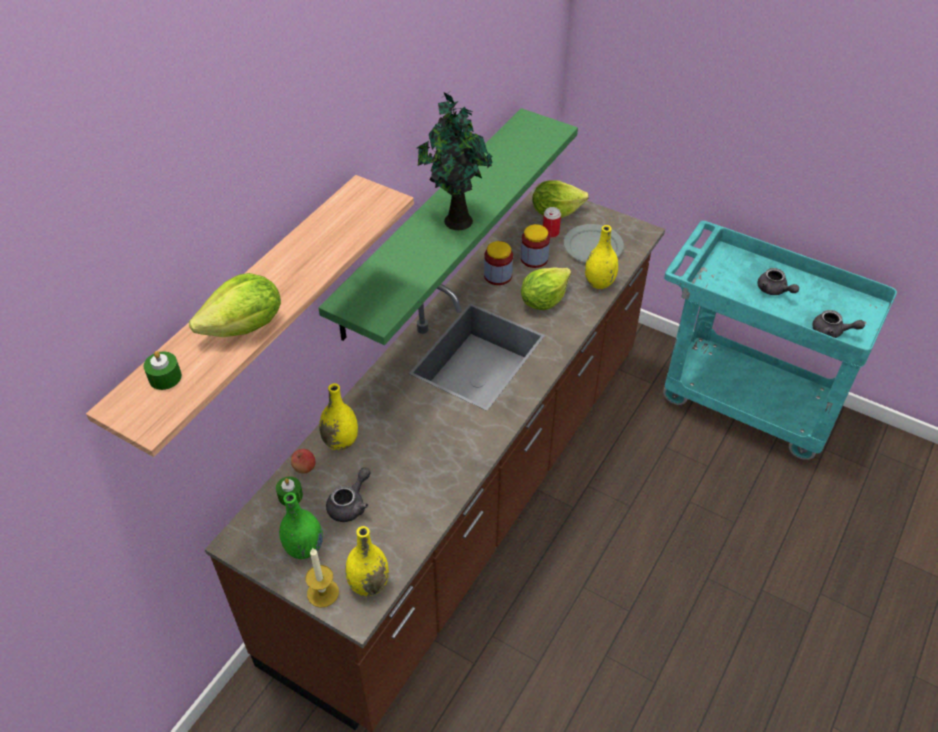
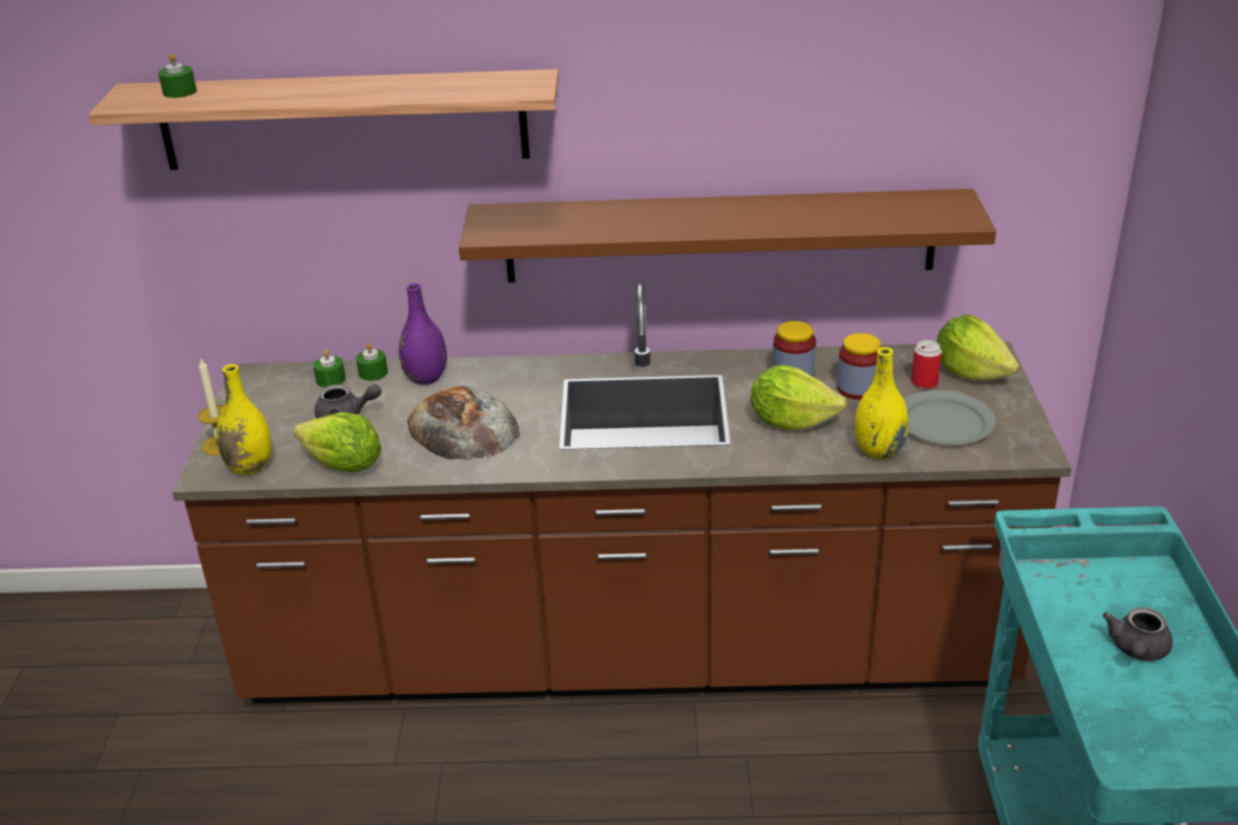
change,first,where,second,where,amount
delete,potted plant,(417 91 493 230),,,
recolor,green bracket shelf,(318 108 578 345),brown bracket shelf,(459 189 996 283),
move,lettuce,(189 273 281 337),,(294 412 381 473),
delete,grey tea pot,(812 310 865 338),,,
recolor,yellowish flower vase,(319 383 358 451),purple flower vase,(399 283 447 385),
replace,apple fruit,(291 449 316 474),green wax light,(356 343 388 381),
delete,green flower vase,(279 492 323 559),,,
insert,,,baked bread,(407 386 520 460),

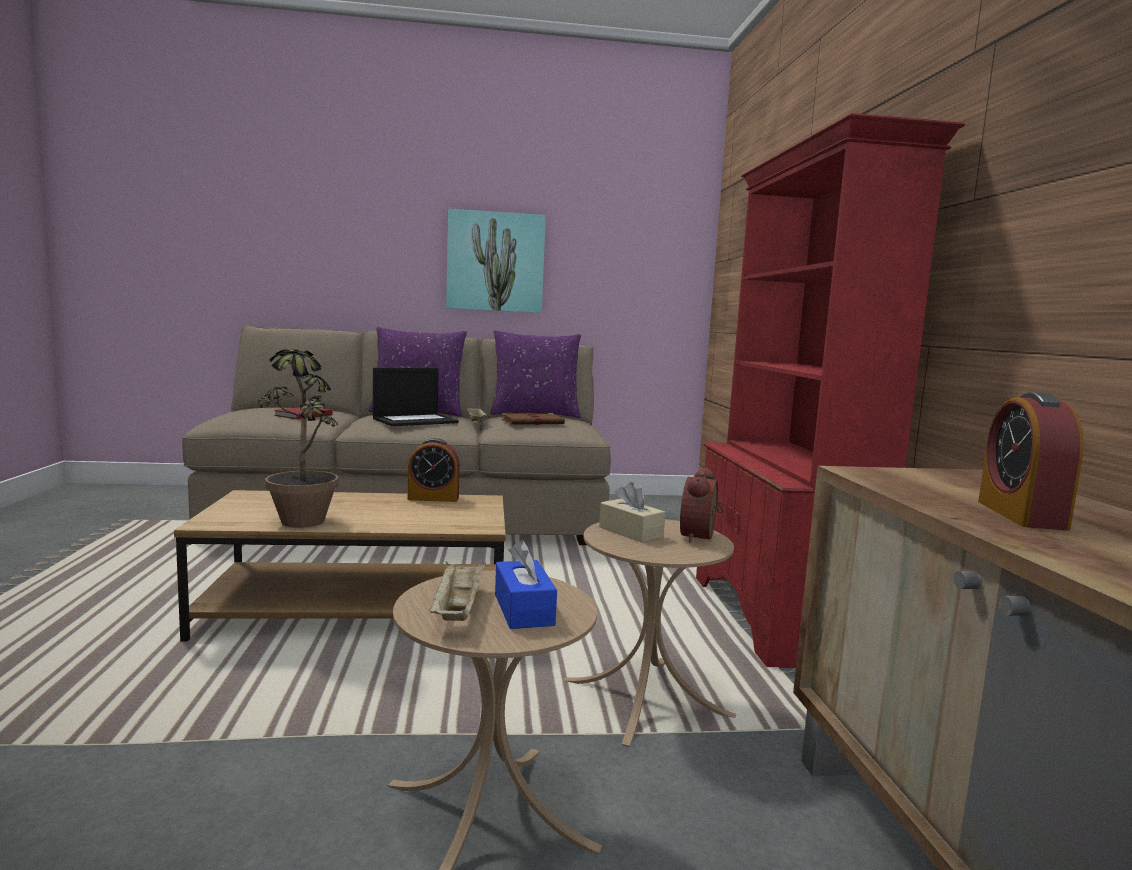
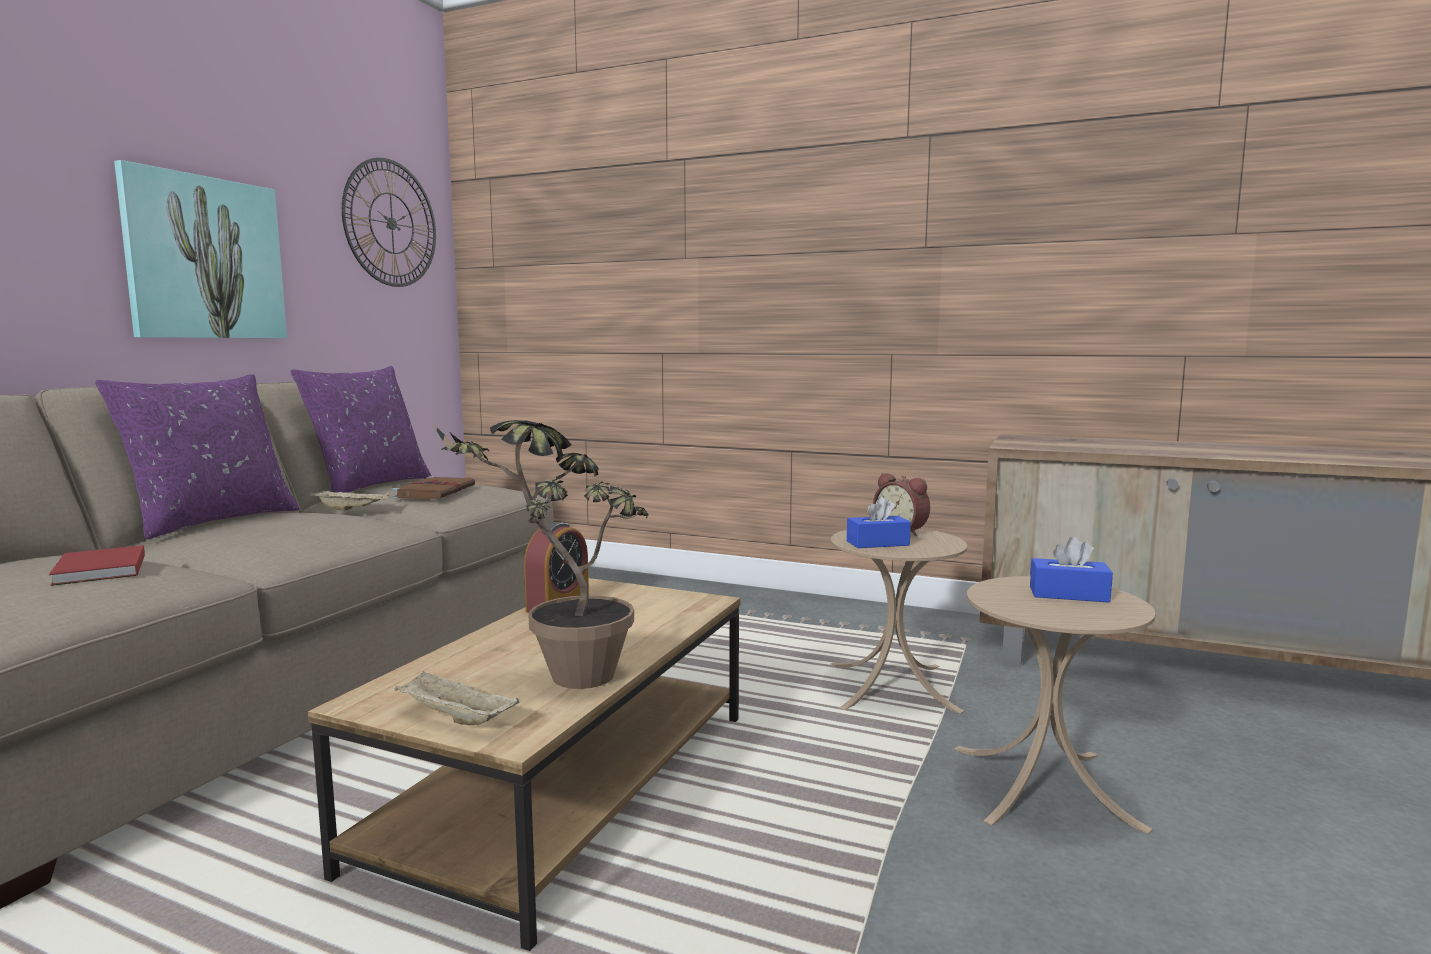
change,first,where,second,where,amount
delete,reddish bookshelf,(696 113 966 668),,,
delete,portable computer,(373 368 459 426),,,
delete,alarm clock,(978 392 1084 531),,,
recolor,beige-coloured tissue holder,(599 482 665 543),bluish tissue holder,(847 497 911 548),
move,beige-coloured carrying tray,(429 561 486 621),,(394 670 520 725),
insert,,,clock on the wall,(342 158 436 287),

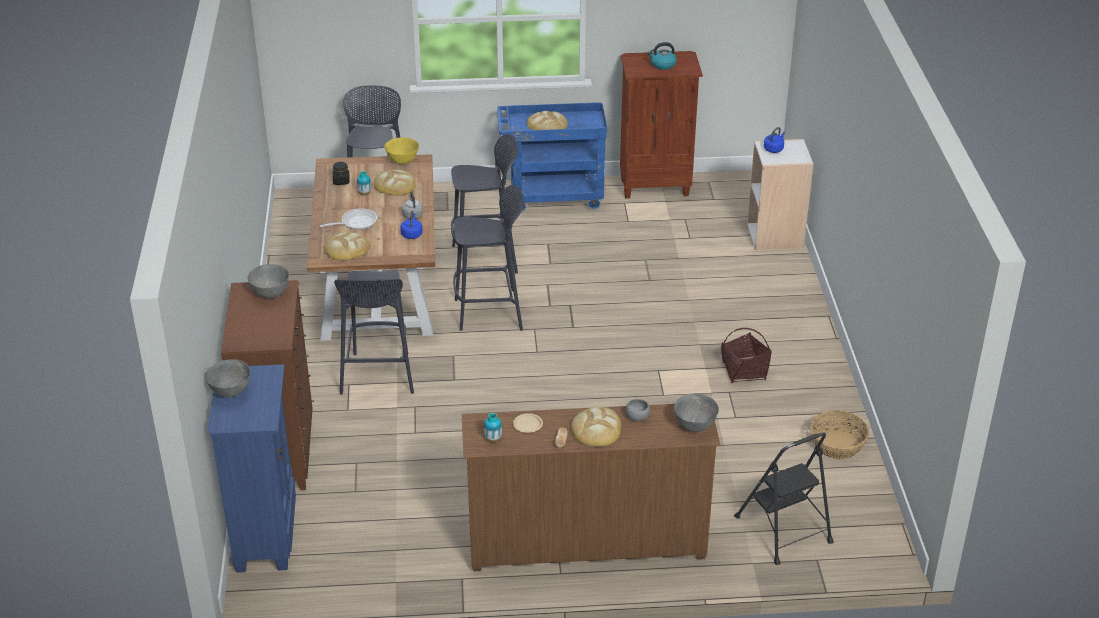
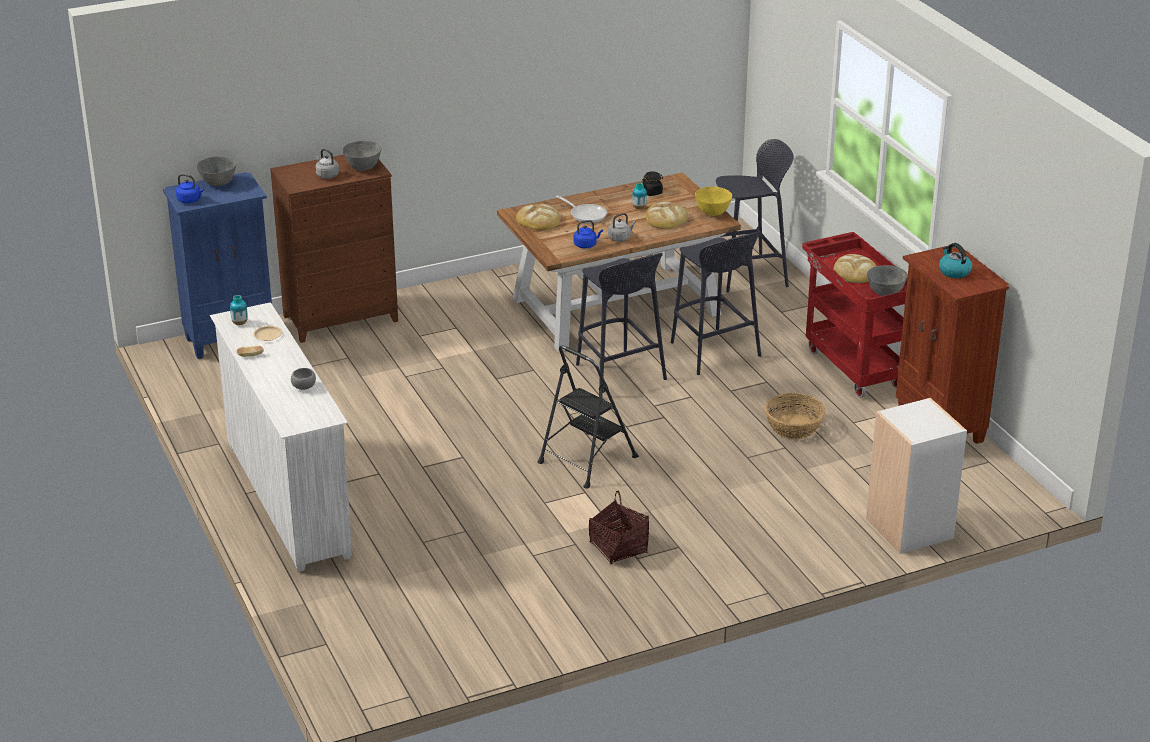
change,first,where,second,where,amount
recolor,bluish trolley,(497 102 607 212),reddish trolley,(802 232 907 398),
move,bluish water kettle,(764 127 785 153),,(176 174 204 203),
delete,grey sitting stool,(334 270 414 395),,,
move,grey bowl,(674 393 719 432),,(867 265 908 296),
recolor,brown drawer chest,(462 404 721 571),white drawer chest,(210 302 352 572),
delete,baked bread,(571 407 621 447),,,
move,household basket,(810 411 869 459),,(765 393 825 439),
move,blackish step ladder,(734 432 834 565),,(537 345 639 489),
insert,,,grey water kettle,(315 149 339 179),

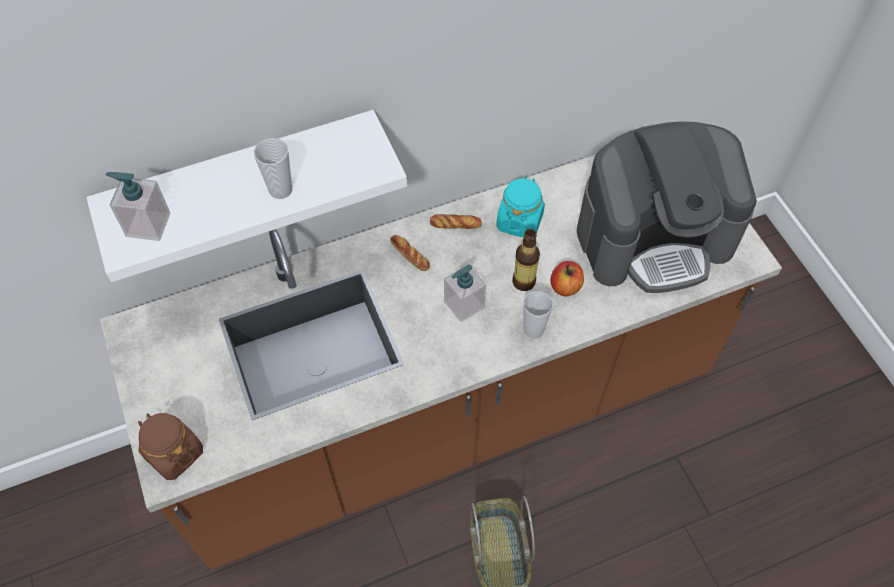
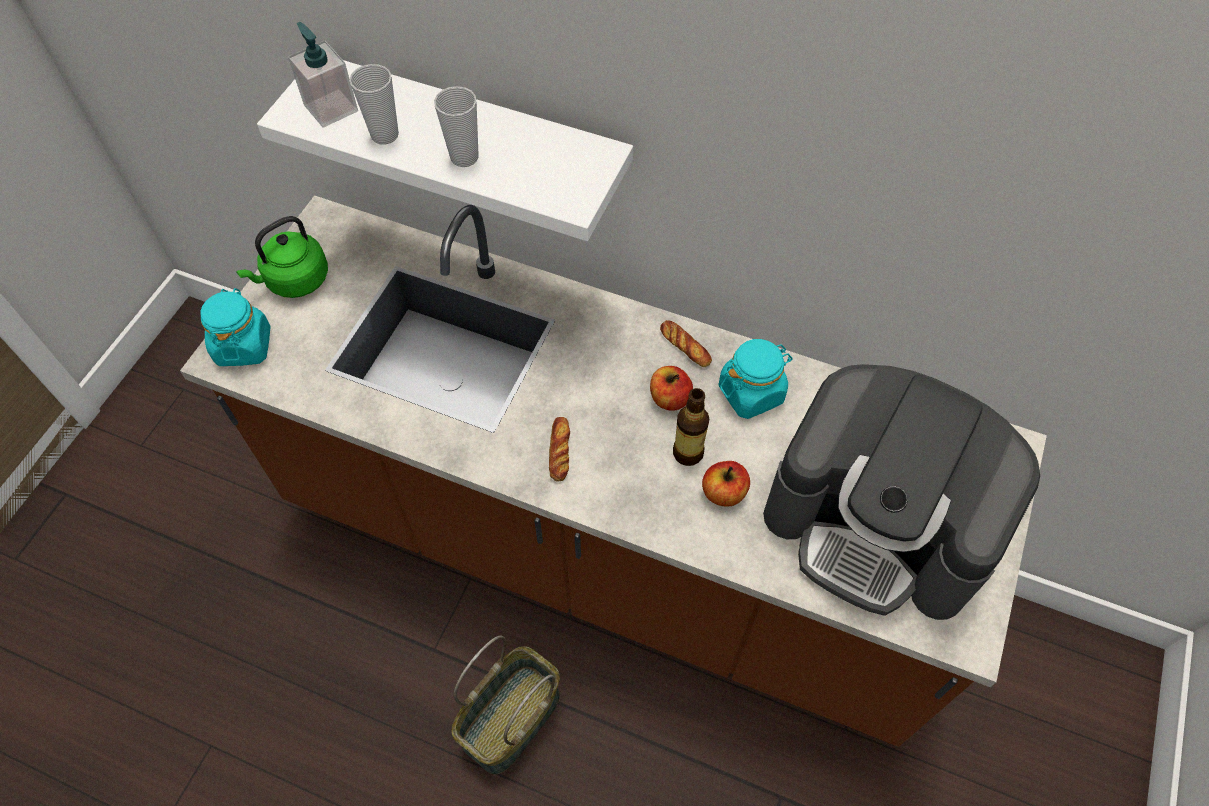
change,first,where,second,where,amount
move,baked bread,(390 235 430 271),,(549 417 570 482),
delete,soap bottle,(444 264 486 322),,,
move,small cup,(523 291 553 339),,(349 64 399 145),
recolor,brown jar,(138 413 203 480),turquoise-coloured jar,(200 288 271 366),
insert,,,green water kettle,(236 216 328 298),
insert,,,apple fruit,(650 366 693 411),

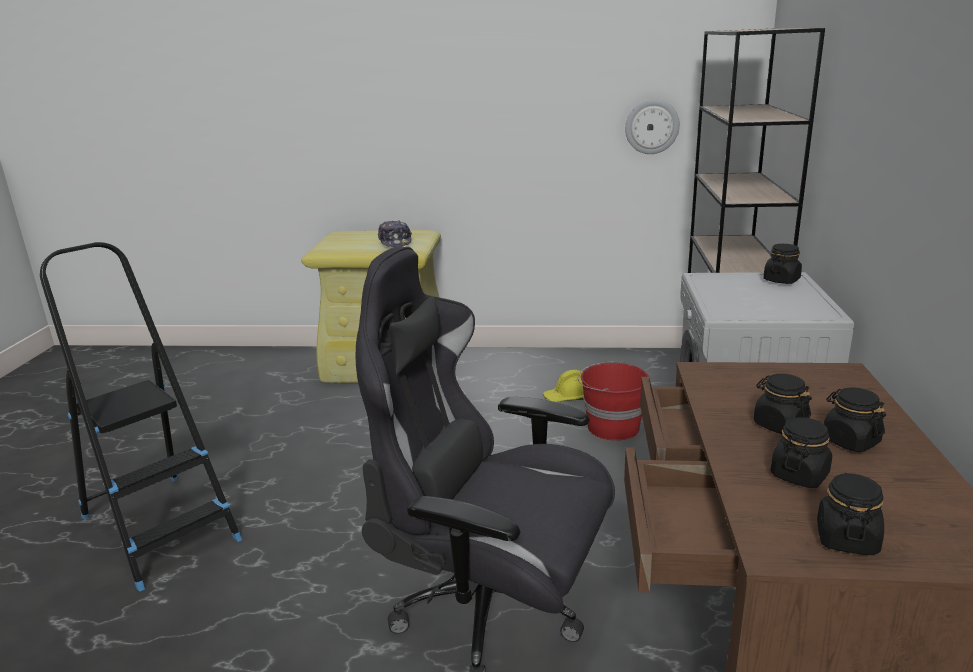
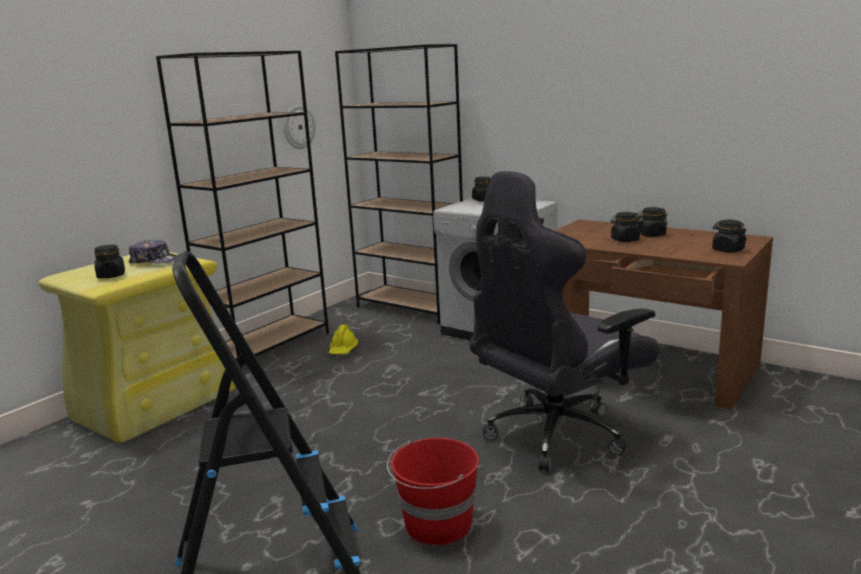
change,first,where,second,where,amount
move,reddish bucket,(578 361 649 441),,(387 438 479 545),
move,blackish jar,(770 417 832 488),,(94 244 125 278),
insert,,,beige-coloured bookshelf,(156 51 329 369),

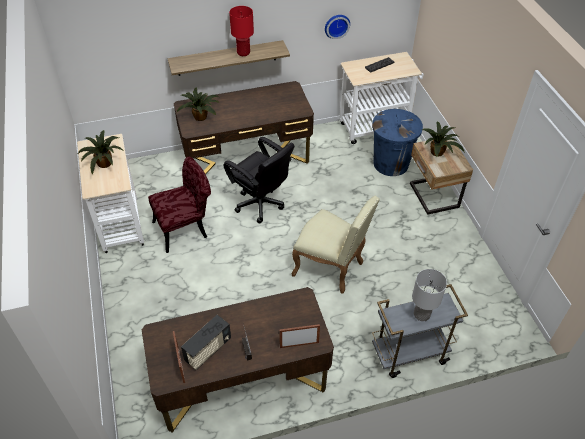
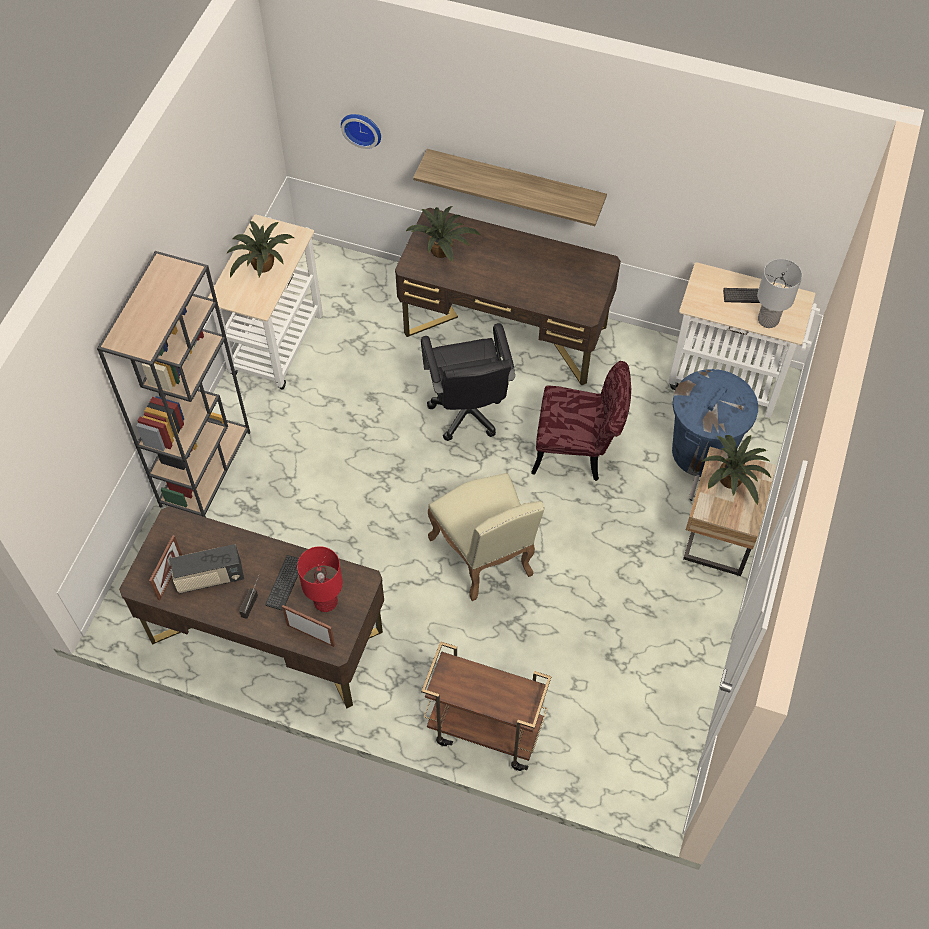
change,first,where,second,where,amount
move,reddish table lamp,(229 6 254 56),,(297 546 343 612),
move,clock on the wall,(325 15 350 39),,(341 114 381 149),
move,reddish upright chair,(148 157 211 253),,(531 361 631 481),
move,grey table lamp,(412 269 447 321),,(757 259 802 328),
recolor,grey trolley,(372 284 468 378),brown trolley,(421 641 552 771),
insert,,,bookshelf,(97 251 250 517),
insert,,,keyboard,(265 555 299 611),

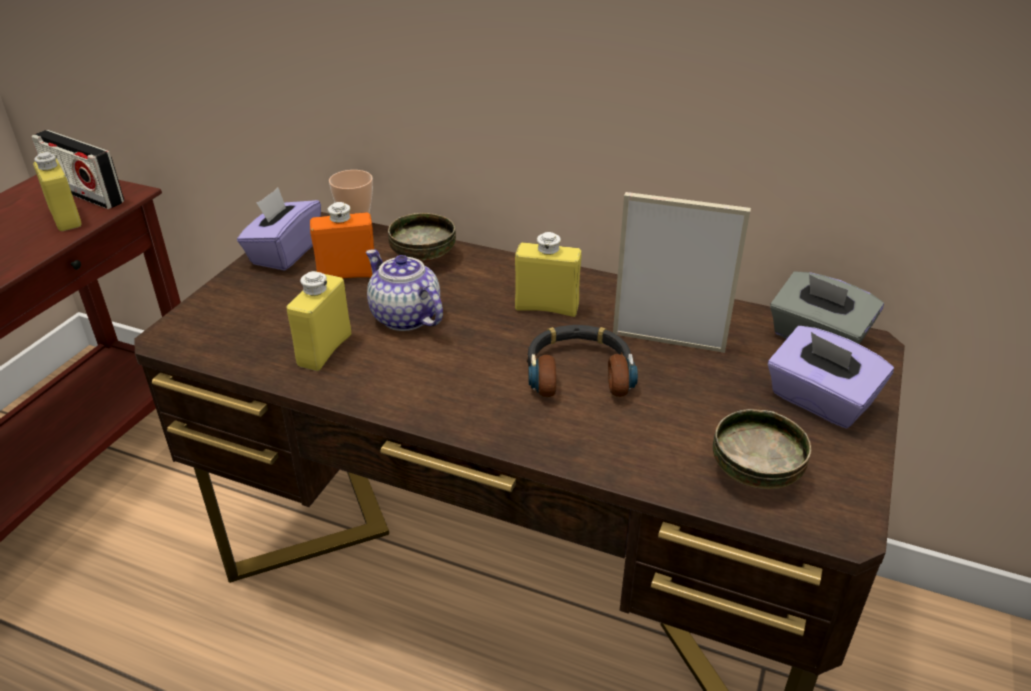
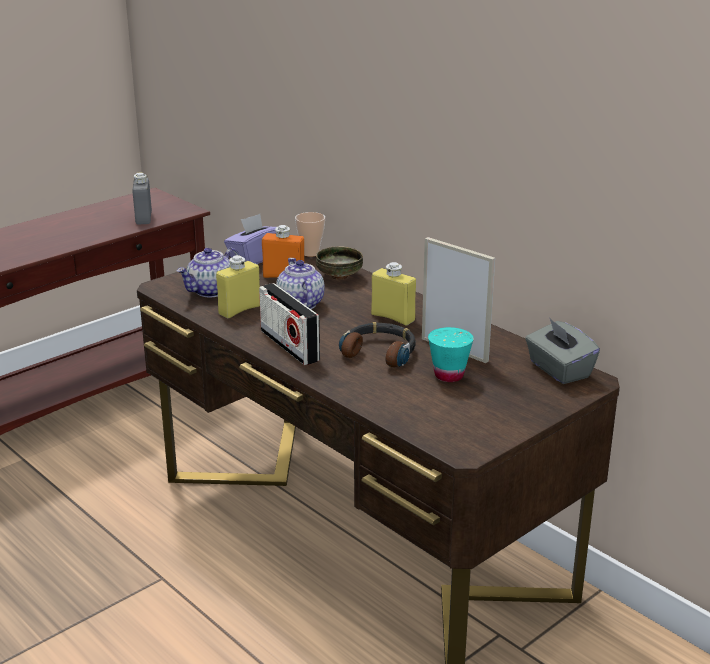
change,first,where,second,where,amount
move,radio set,(31 130 124 209),,(259 283 320 365),
recolor,yellowish beverage bottle,(33 152 81 231),grey beverage bottle,(132 172 152 225),
delete,purple tissue holder,(768 326 894 428),,,
delete,bowl,(713 409 811 489),,,
insert,,,tea pot,(177 248 240 297),
insert,,,turquoise-coloured small cup,(428 327 474 382),

